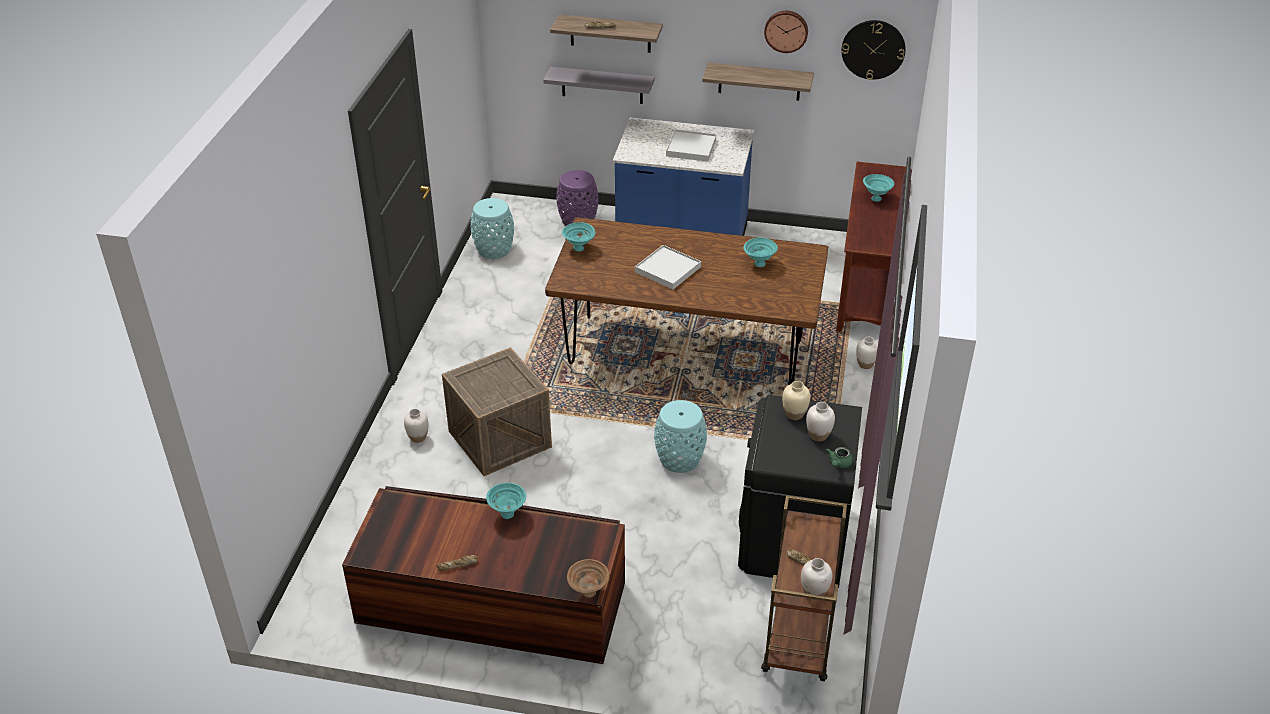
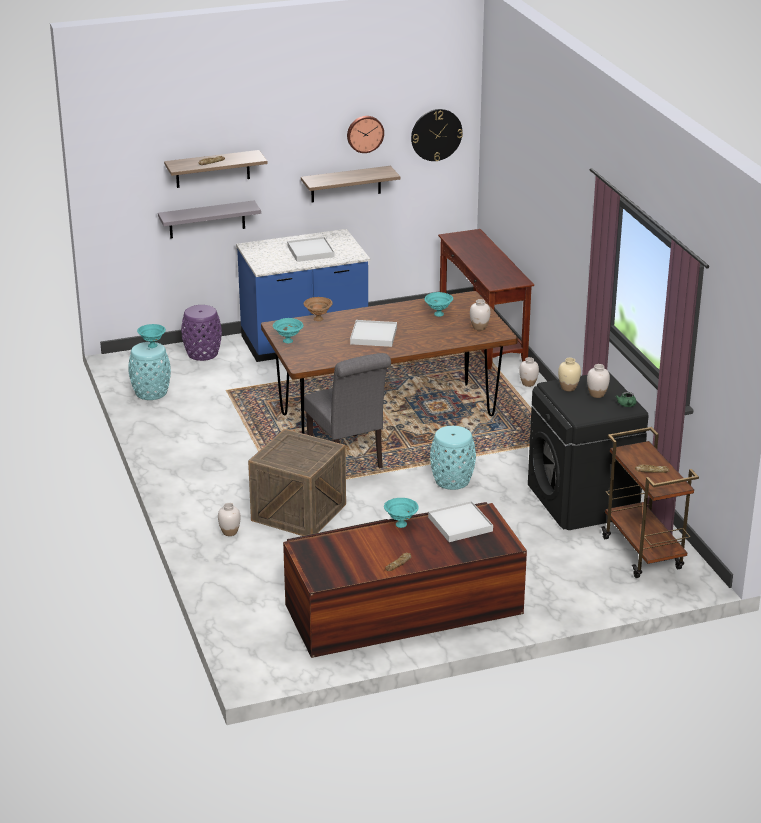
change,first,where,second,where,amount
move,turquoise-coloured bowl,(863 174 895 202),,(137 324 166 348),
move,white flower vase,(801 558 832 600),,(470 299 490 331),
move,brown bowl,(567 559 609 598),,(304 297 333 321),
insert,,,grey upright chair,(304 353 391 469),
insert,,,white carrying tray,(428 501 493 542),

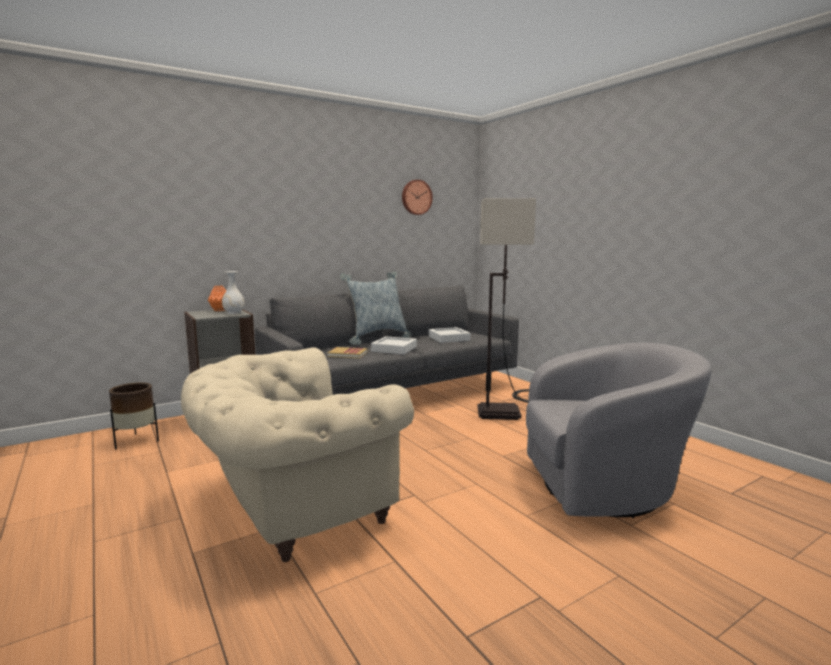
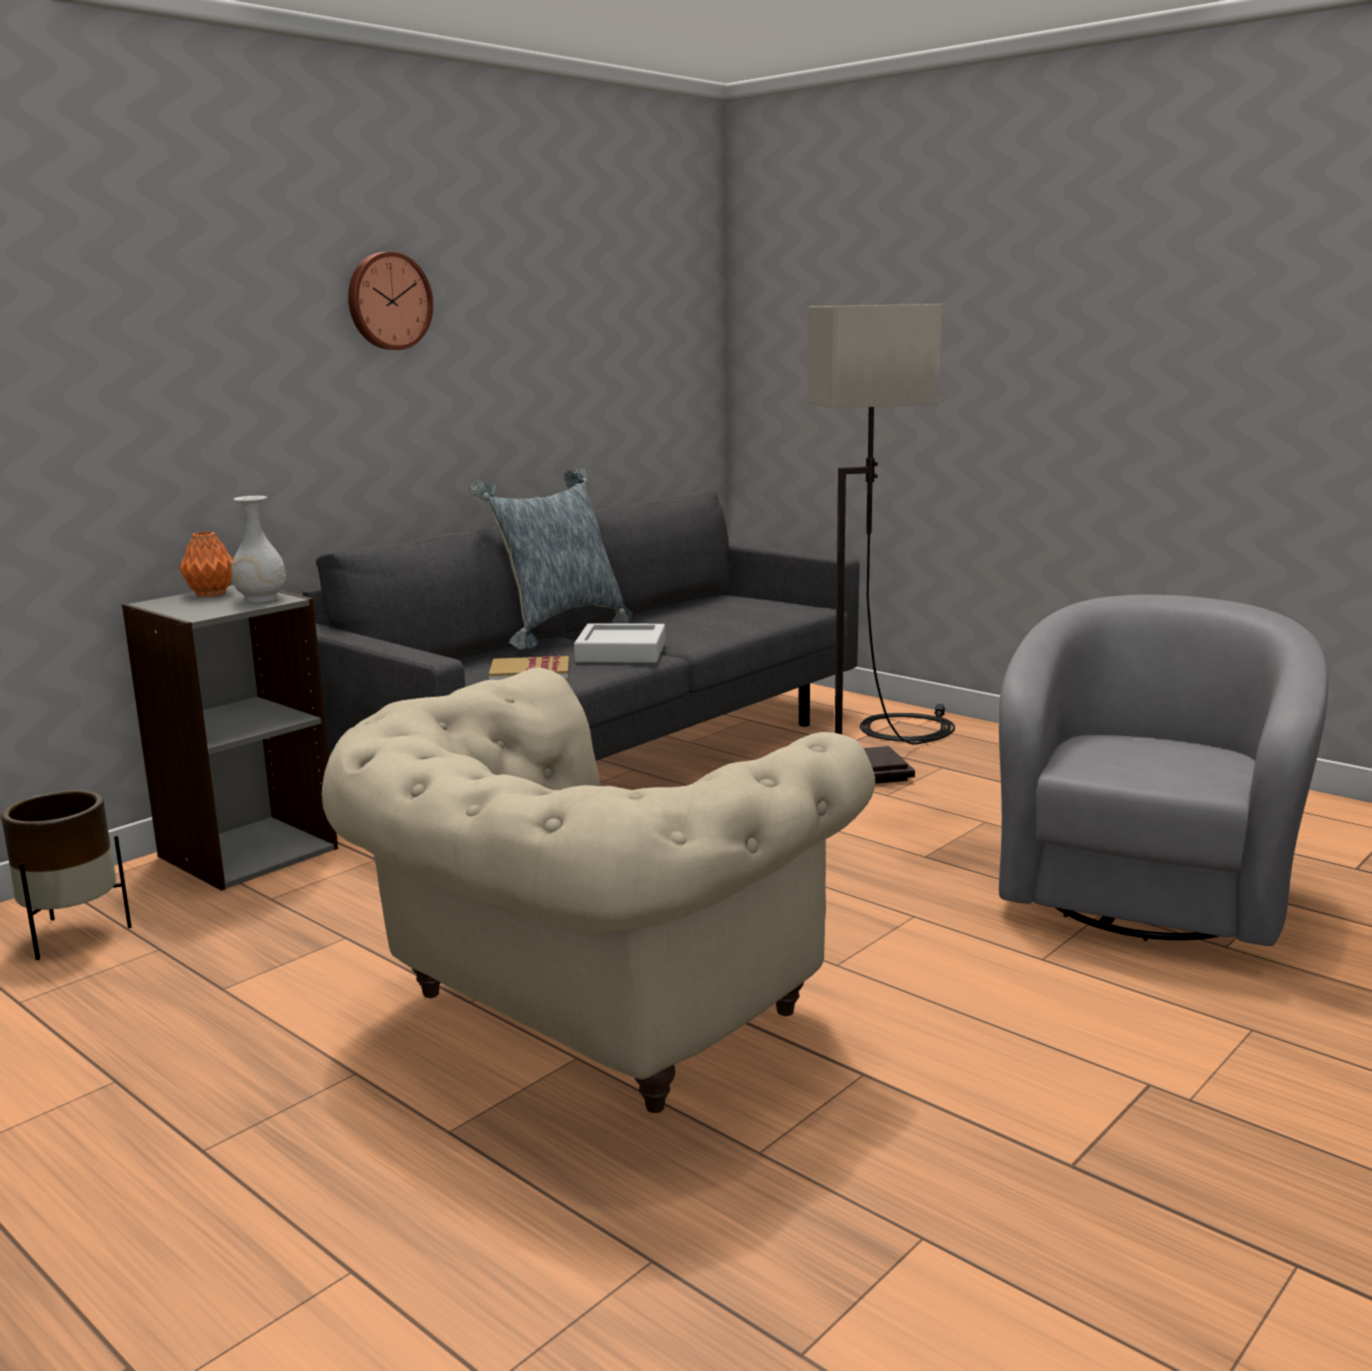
change,first,where,second,where,amount
move,clock on the wall,(402 180 433 215),,(348 252 433 350),
delete,grey carrying tray,(429 327 471 343),,,
rotate,grey lounge chair,(526 343 711 518),,(999 595 1328 946),45 degrees counterclockwise

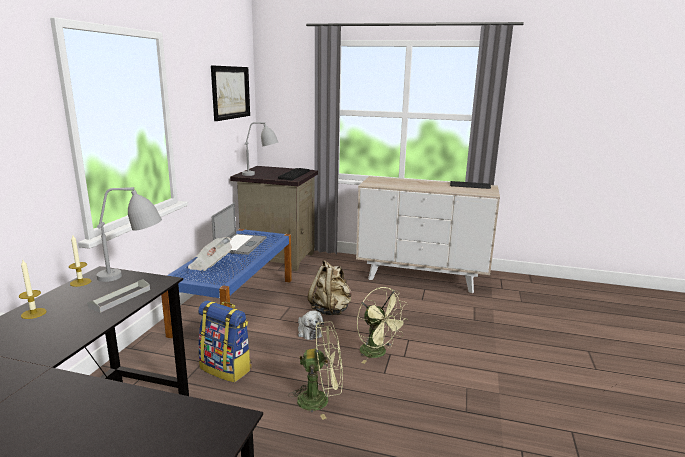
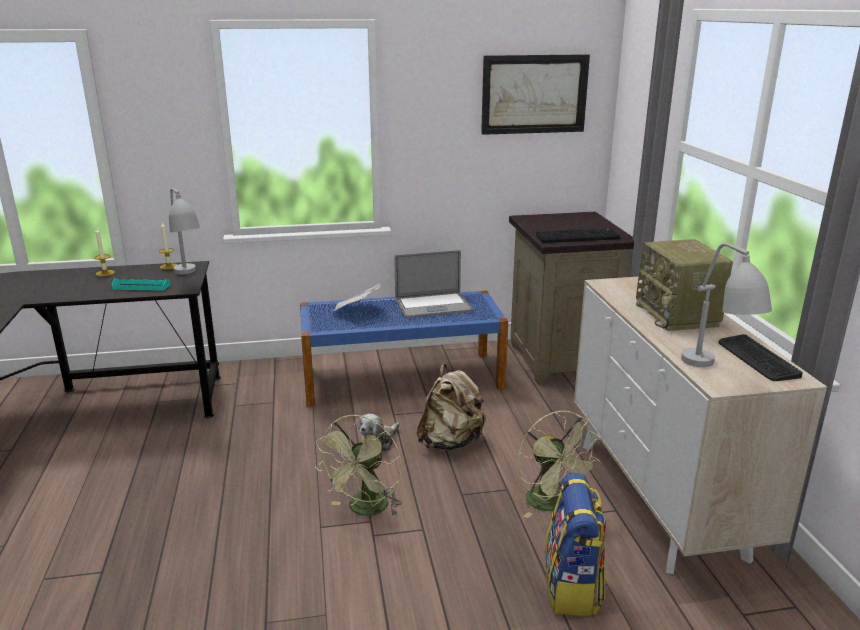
change,first,where,second,where,amount
move,grey table lamp,(242 122 278 176),,(681 243 772 367),
recolor,grey carrying tray,(87 279 150 313),turquoise-coloured carrying tray,(112 278 171 291),
move,rucksack,(198 300 251 383),,(544 473 606 616),
move,green electric fan,(288 321 343 420),,(517 411 601 518),
insert,,,radio set,(636 239 733 331),

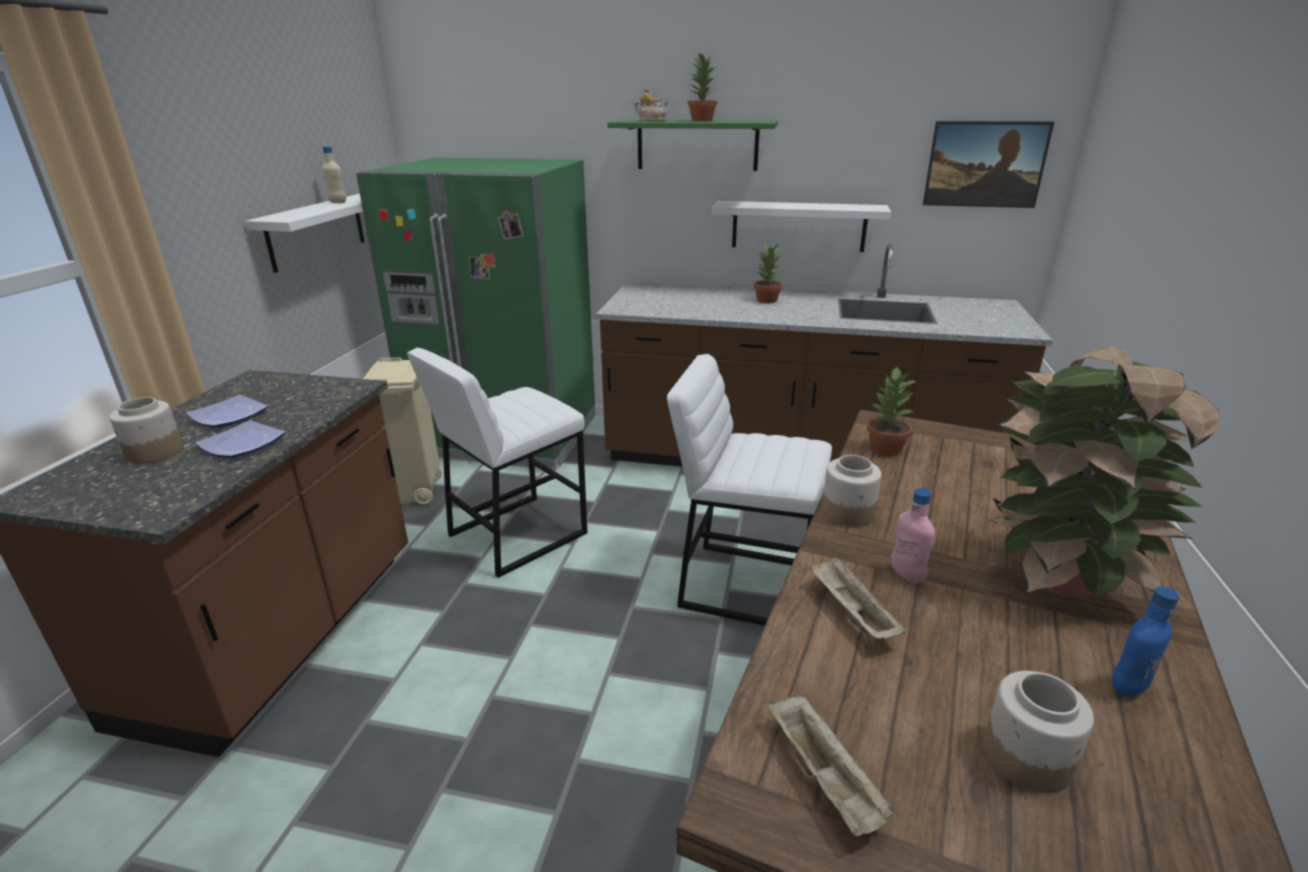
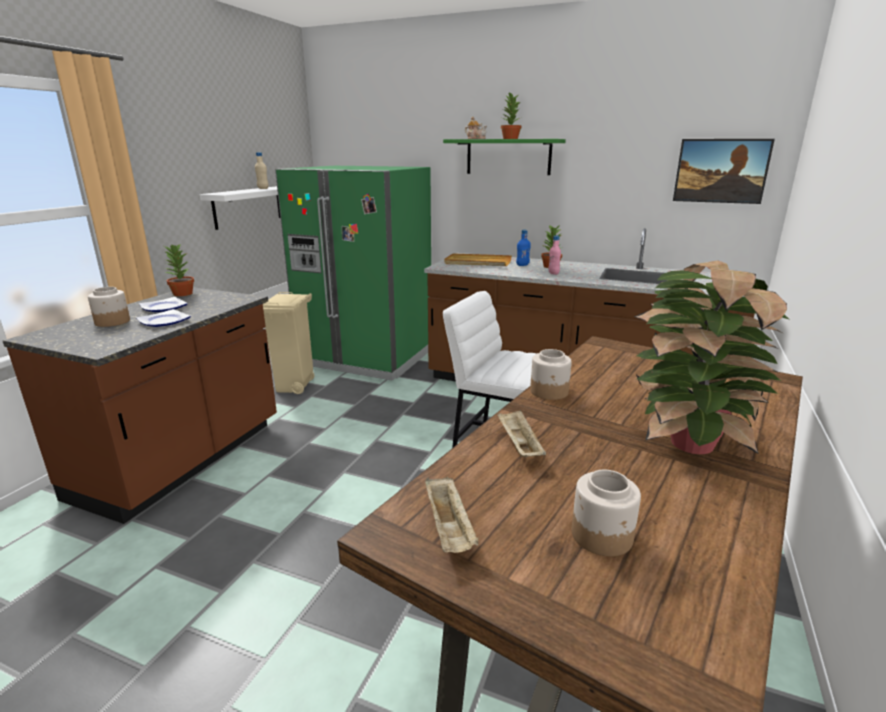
change,first,where,second,where,amount
delete,white bracket shelf,(712 201 891 252),,,
delete,white upright chair,(407 348 587 578),,,
move,potted plant,(867 367 919 456),,(164 243 194 296),
move,pink-coloured beverage bottle,(891 488 935 583),,(548 235 561 275),
move,bluish beverage bottle,(1112 586 1179 697),,(516 230 531 266),
insert,,,beige-coloured carrying tray,(444 253 512 266),

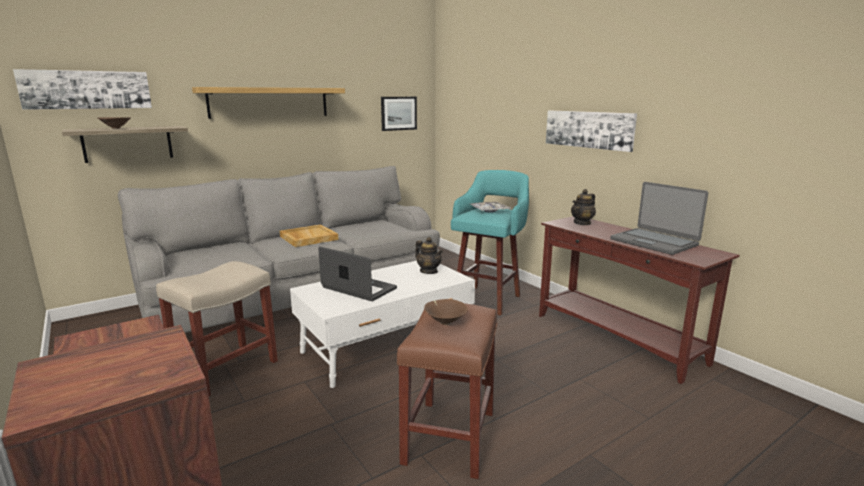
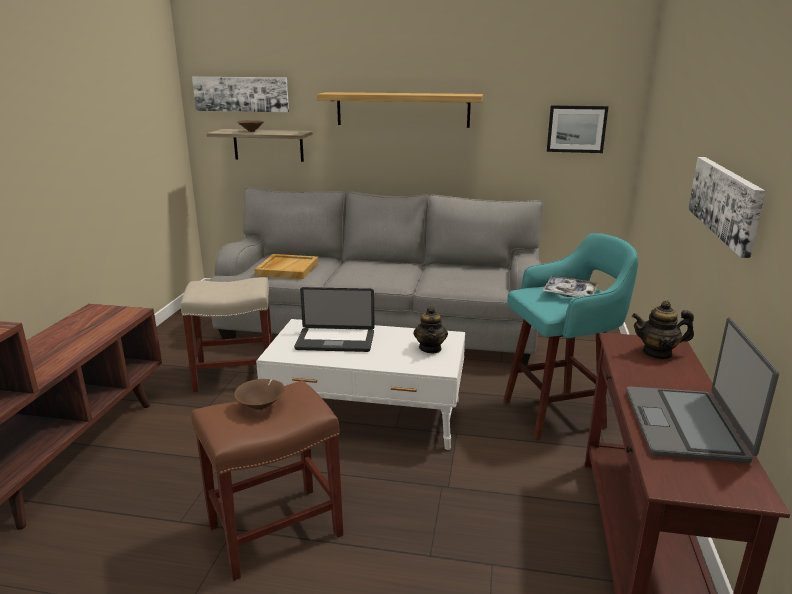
change,first,where,second,where,amount
move,beige-coloured carrying tray,(280 224 339 247),,(254 254 318 279),
rotate,portable computer,(318 247 397 301),,(294 287 375 352),105 degrees clockwise

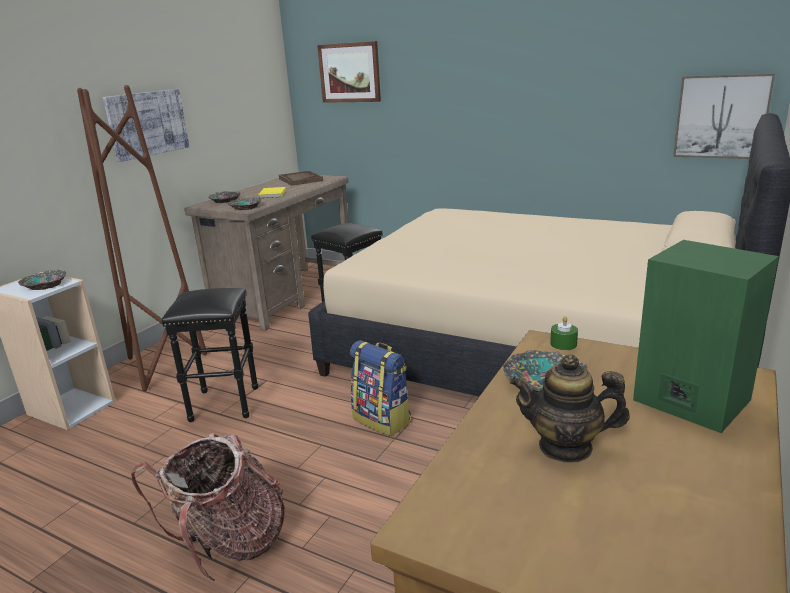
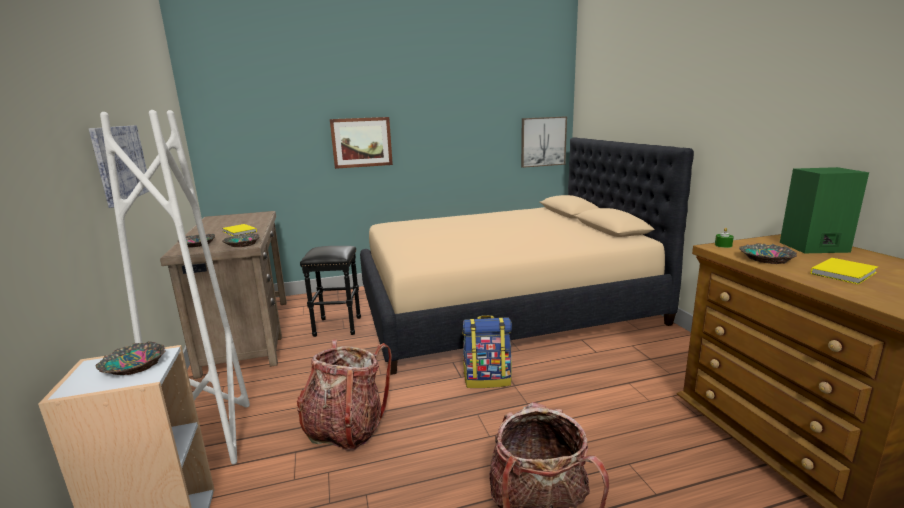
change,first,where,second,where,amount
move,picture,(317 41 381 103),,(330 117 393 169),
recolor,brown clothes rack,(77 85 207 391),white clothes rack,(100 110 250 465),
delete,brown carrying tray,(279 171 323 186),,,
replace,blackish sitting stool,(162 288 258 422),rucksack,(297 339 392 451),
replace,tea pot,(510 354 630 463),yellowish volume,(811 258 878 285),

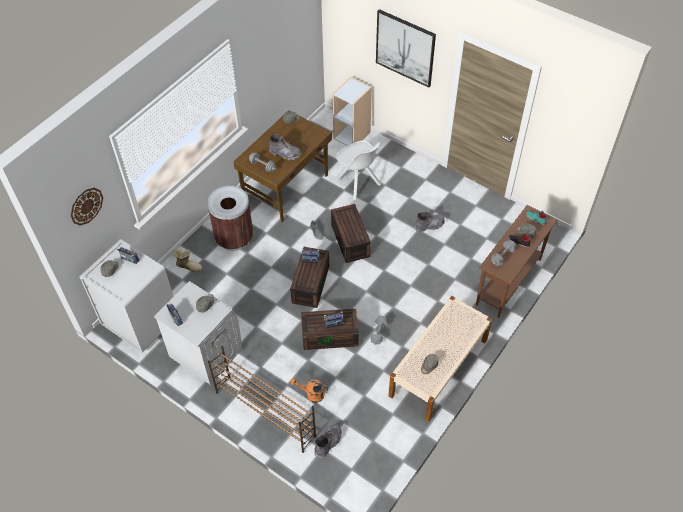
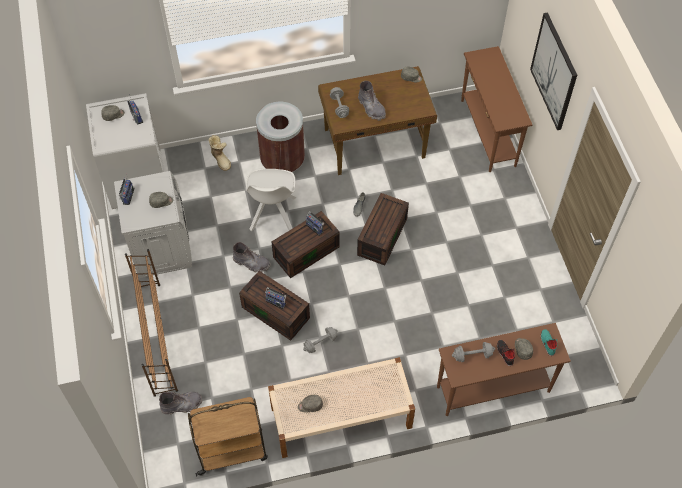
change,first,where,second,where,amount
replace,bookshelf,(332 77 372 146),brown console table,(461 46 532 172),
move,white upright chair,(334 141 381 201),,(246 169 297 231),
delete,clock on the wall,(71 188 103 226),,,
move,grey high-top boot,(414 212 445 232),,(233 242 270 273),
delete,orange watering pot,(290 378 328 403),,,
insert,,,brown trolley,(188 397 268 477),

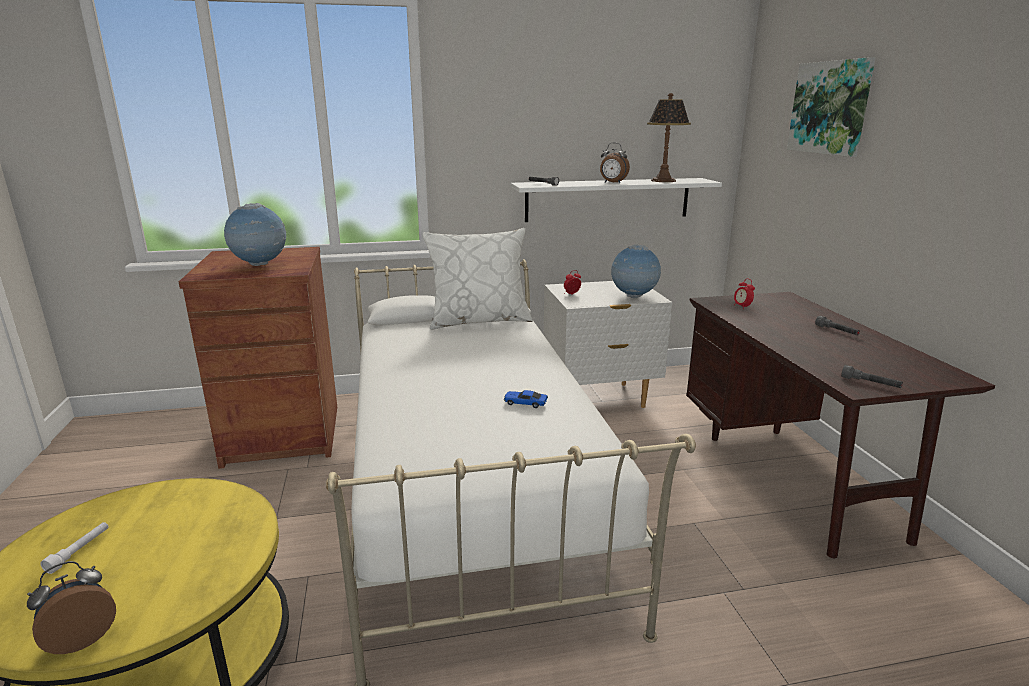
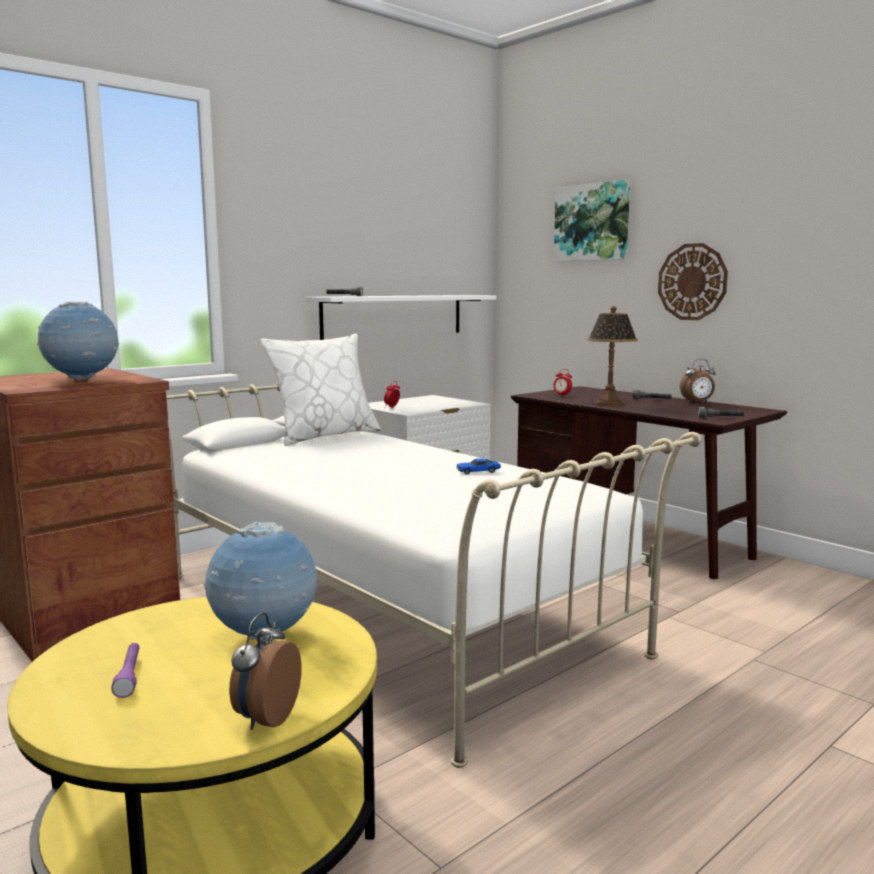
change,first,where,second,where,amount
move,table lamp,(647 93 691 182),,(587 306 638 406),
move,alarm clock,(600 142 630 183),,(680 359 715 403),
move,desk globe,(611 244 661 298),,(203 522 317 643),
recolor,white torch,(40 522 109 574),purple torch,(111 643 139 698),
insert,,,clock on the wall,(658 243 728 320),

